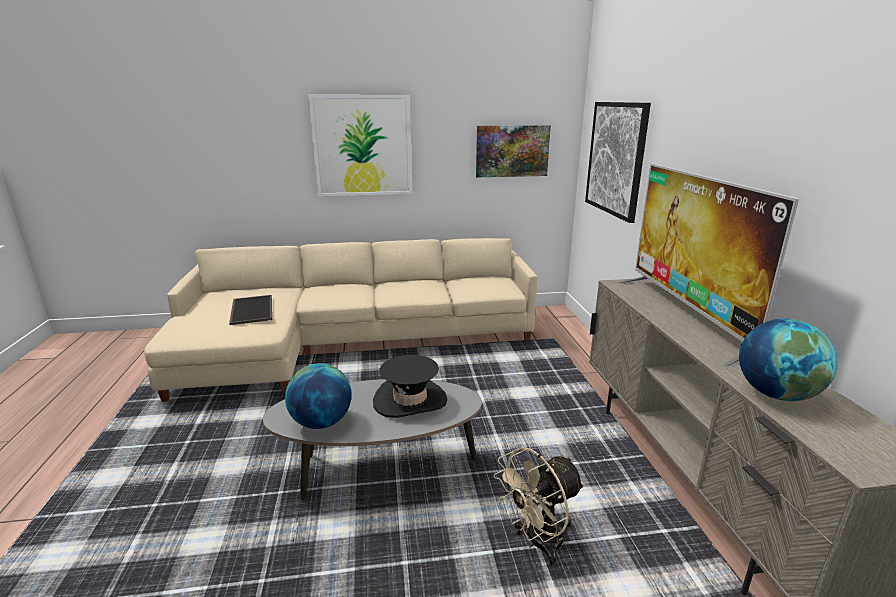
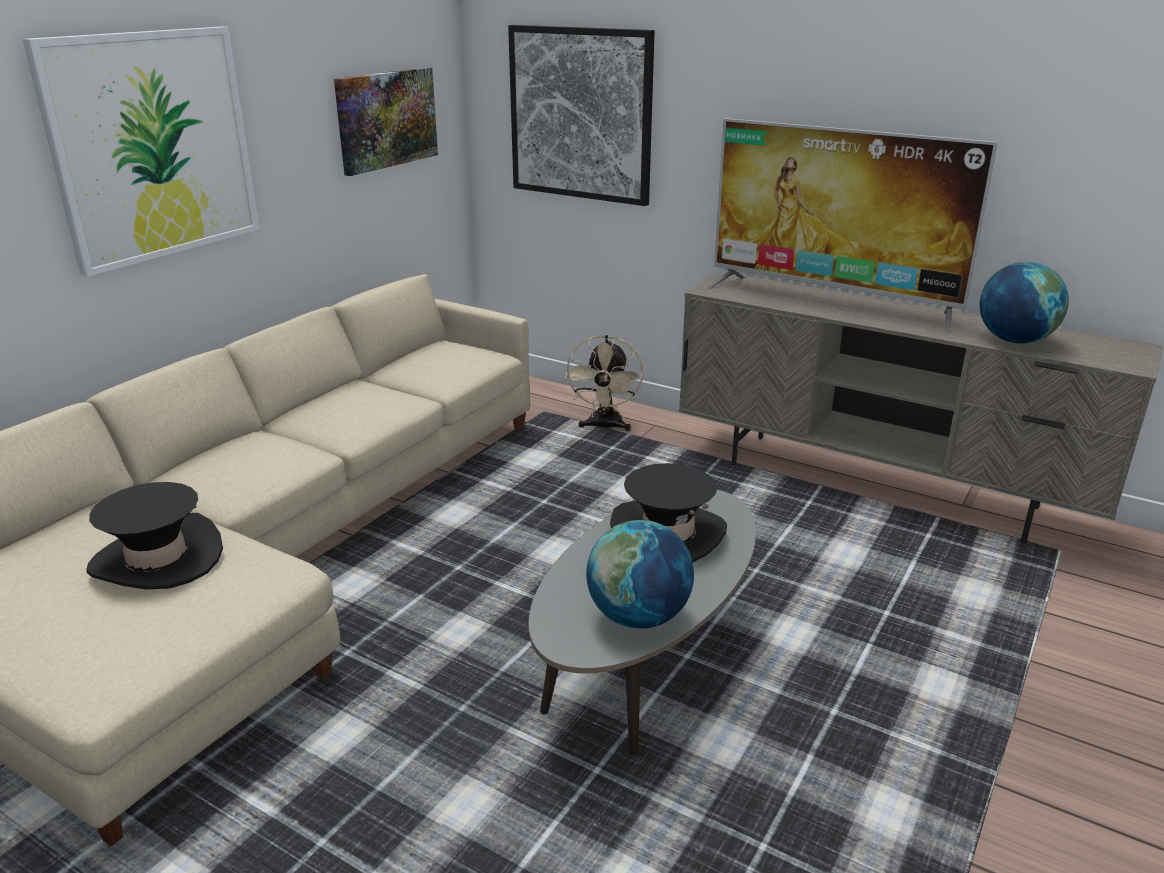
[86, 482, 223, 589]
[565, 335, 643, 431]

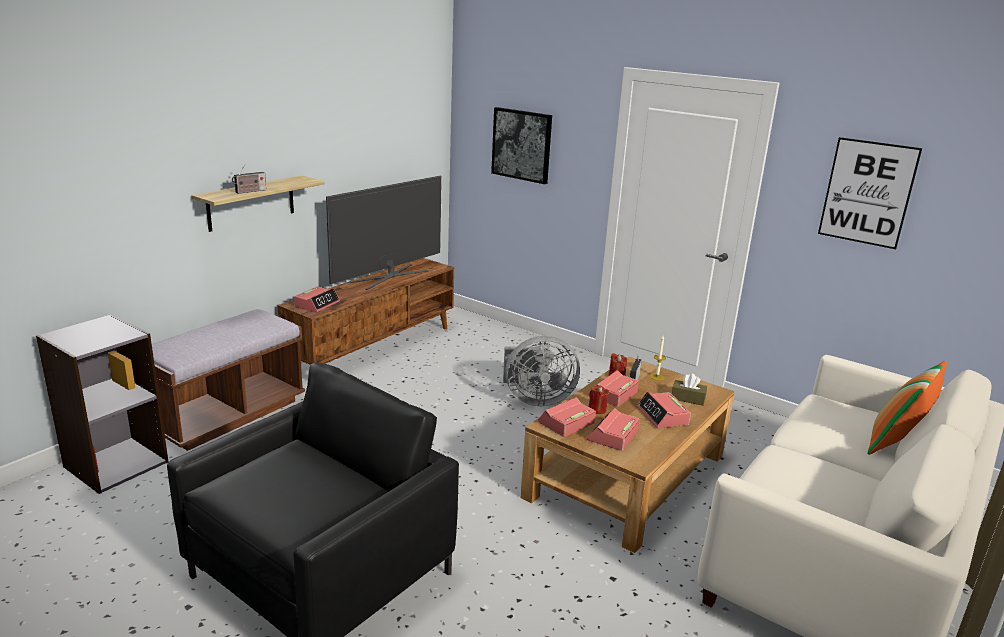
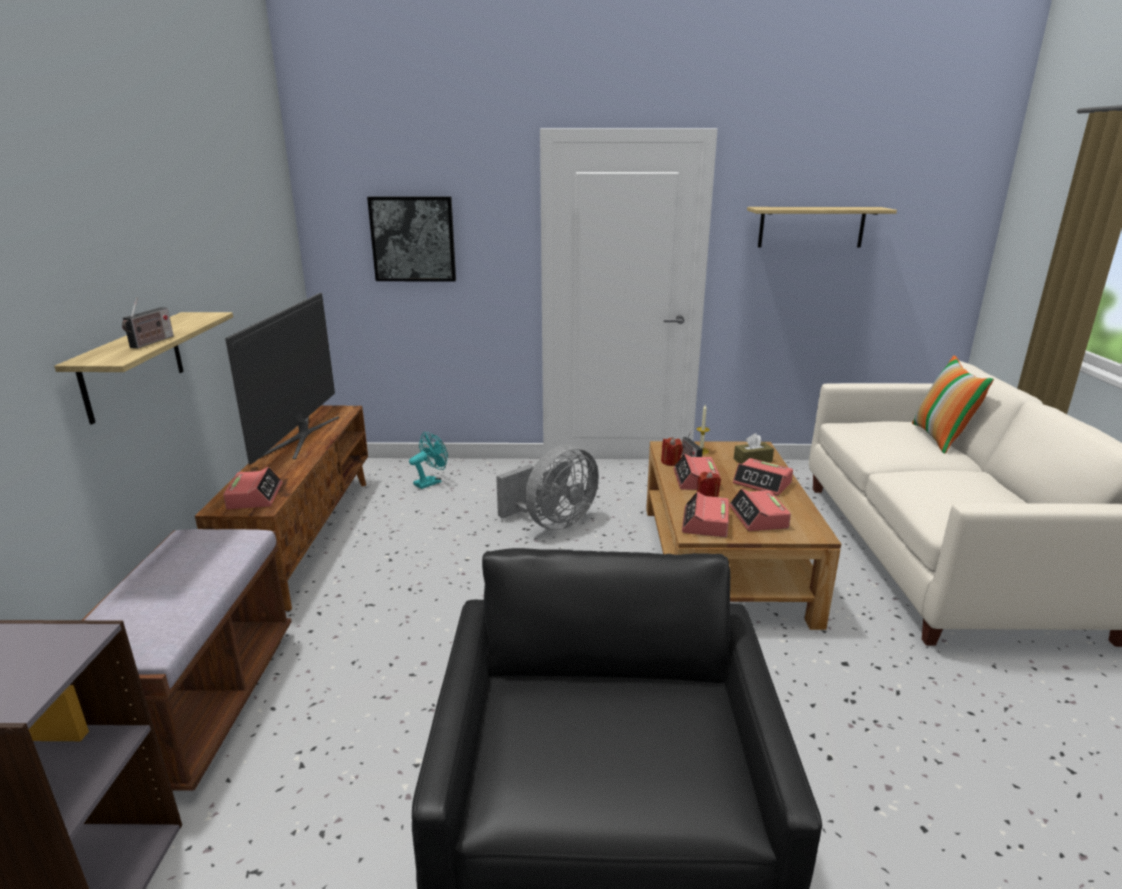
[747, 207, 897, 248]
[409, 432, 448, 489]

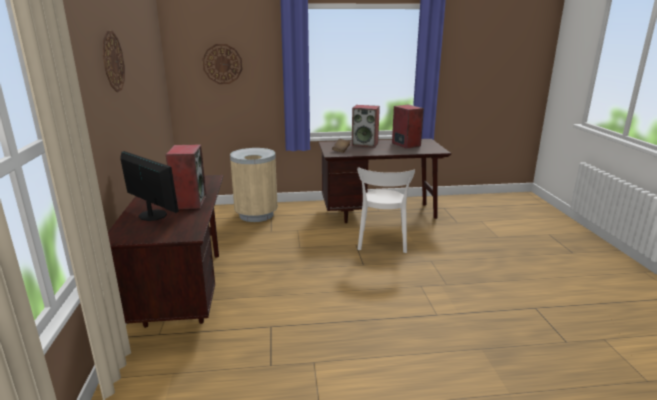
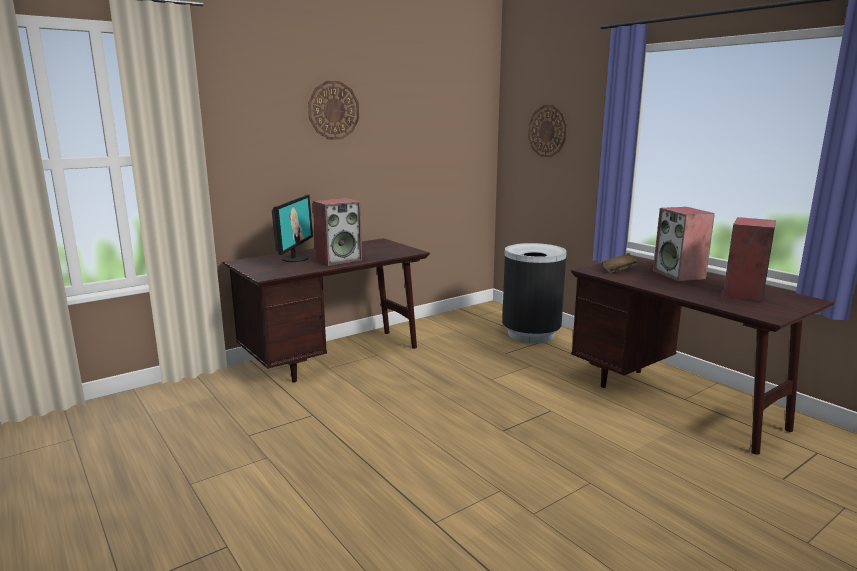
[502, 243, 567, 343]
[357, 167, 415, 253] (first image)

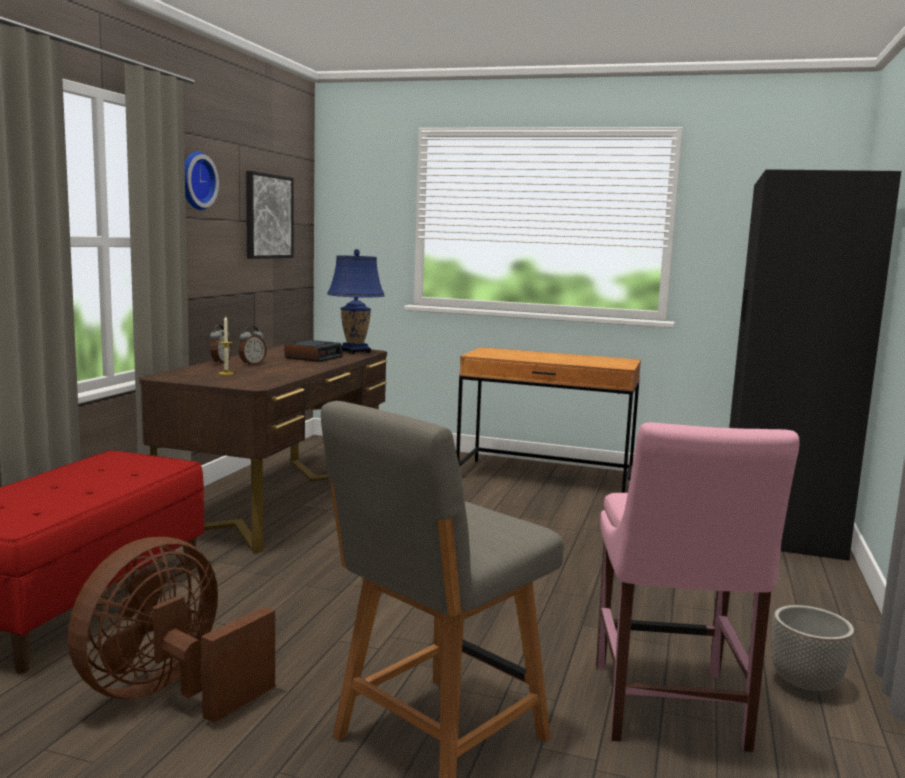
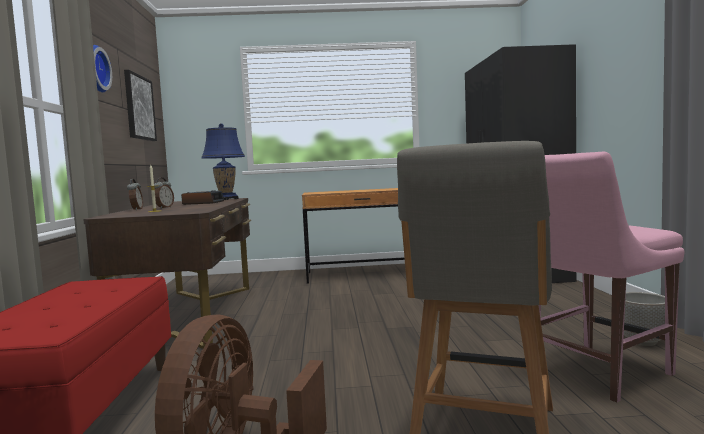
[538, 152, 684, 402]

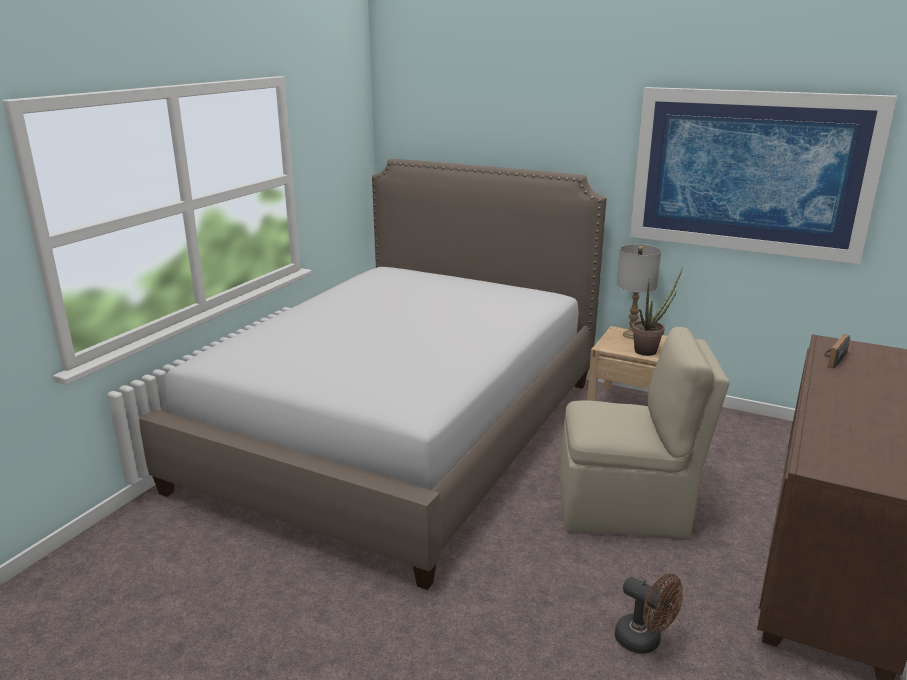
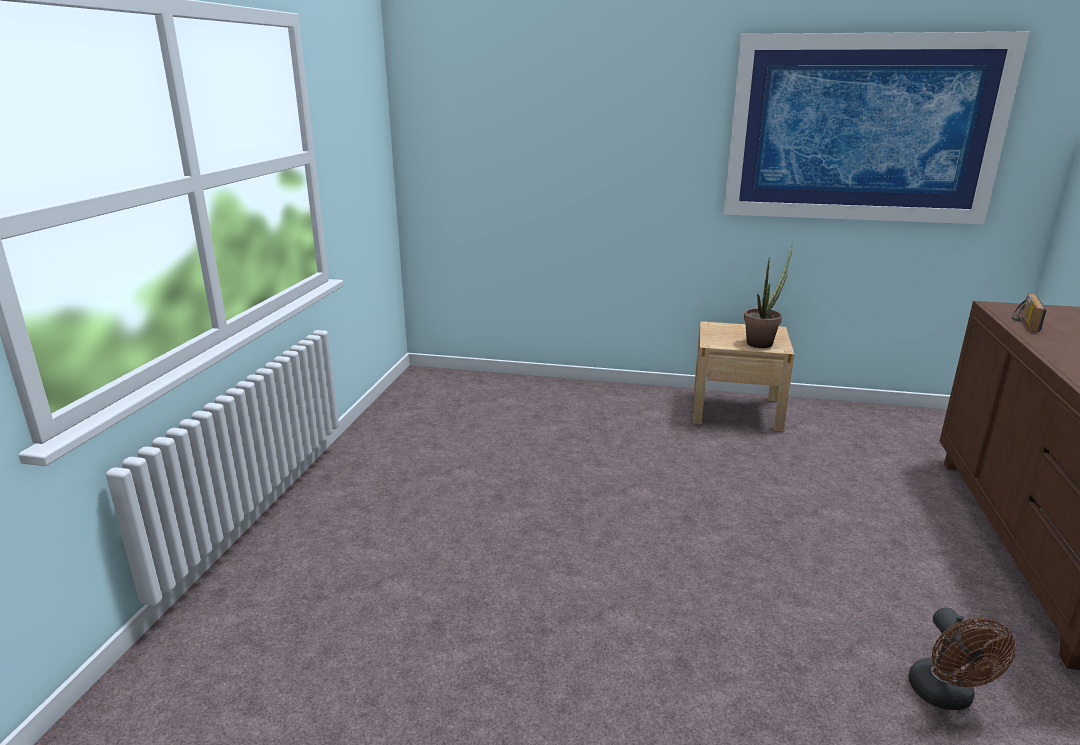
[139, 159, 607, 590] (first image)
[617, 244, 661, 339] (first image)
[560, 327, 730, 538] (first image)
[909, 607, 1016, 710]

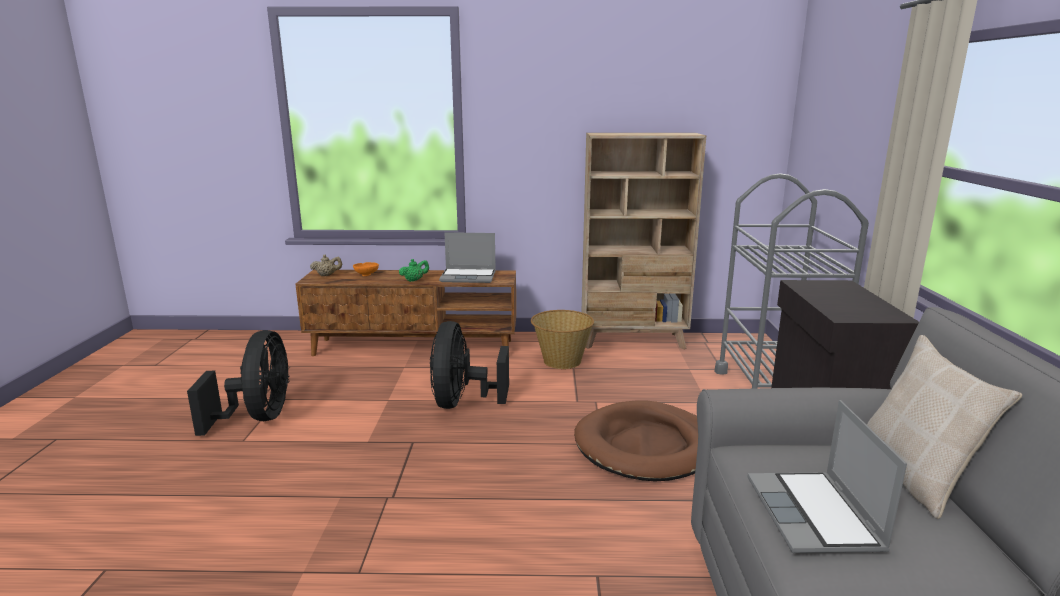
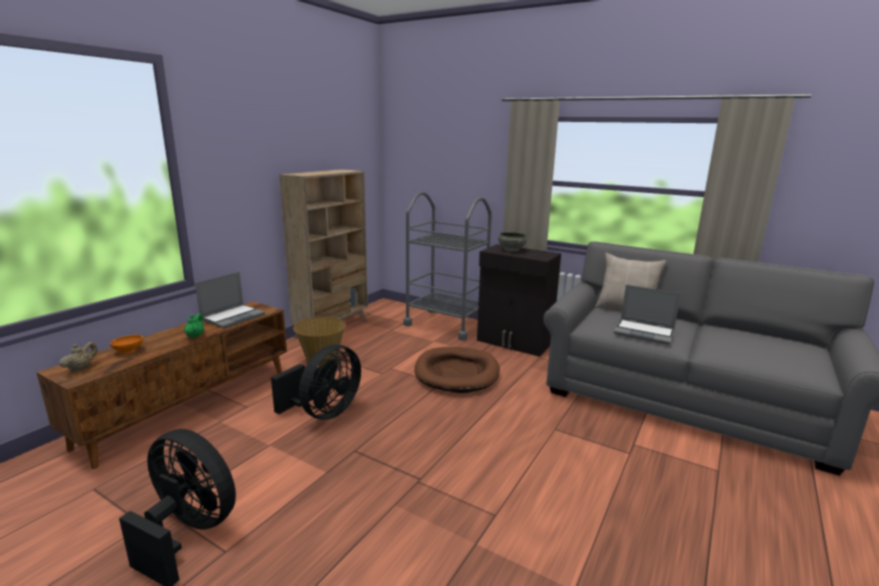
[271, 344, 361, 420]
[498, 232, 526, 252]

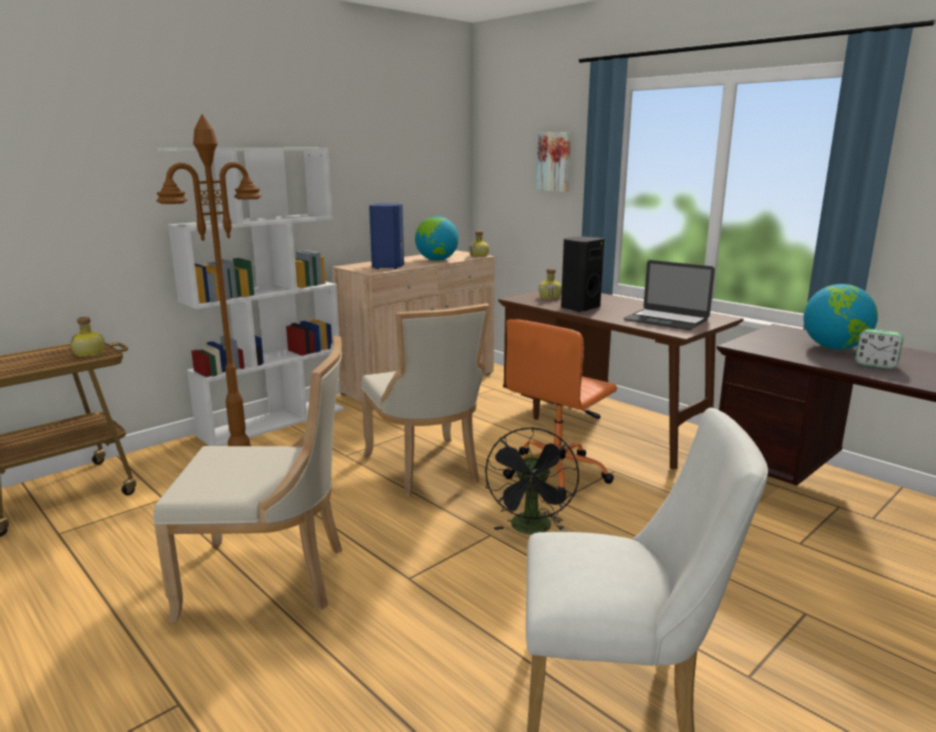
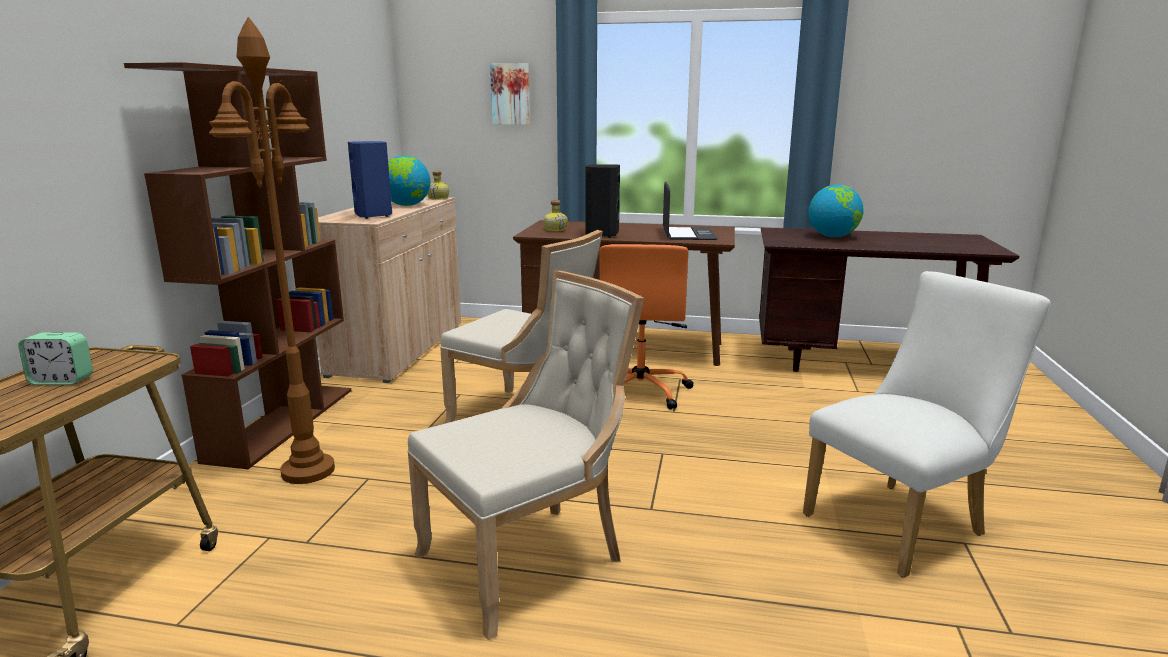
[124, 62, 351, 469]
[663, 182, 718, 240]
[70, 317, 105, 357] (first image)
[18, 332, 93, 385]
[485, 428, 579, 534] (first image)

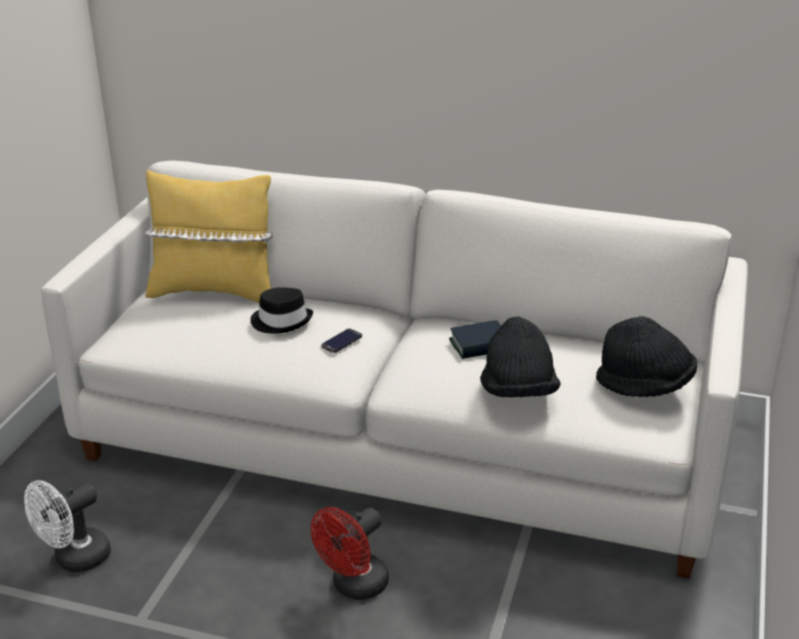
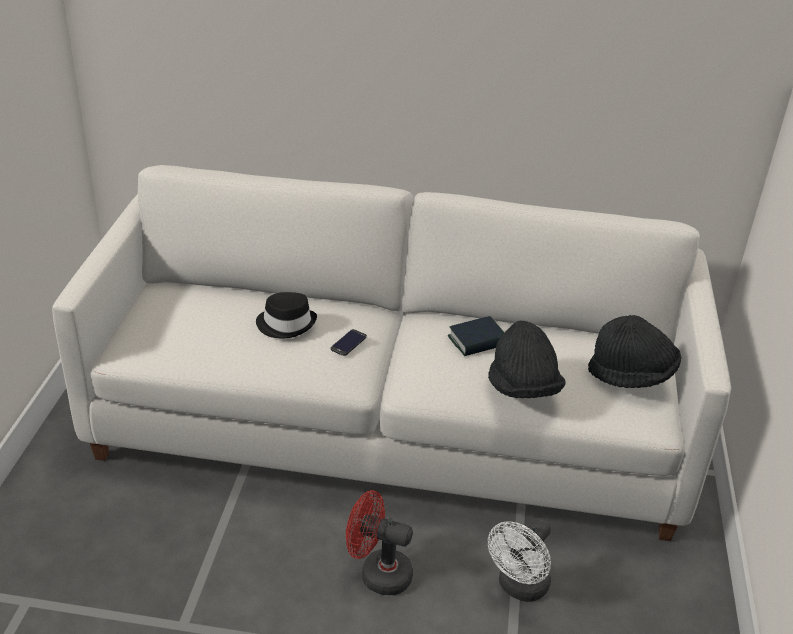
[145, 170, 273, 303] (first image)
[488, 518, 551, 602]
[346, 490, 413, 595]

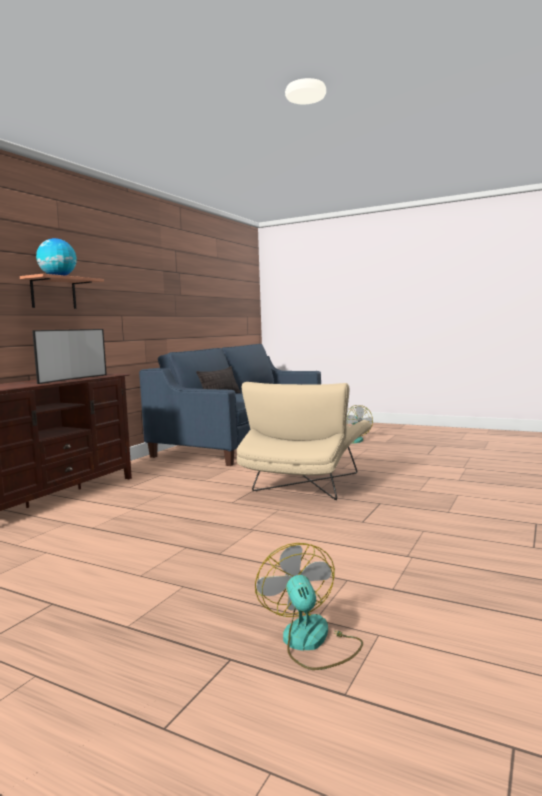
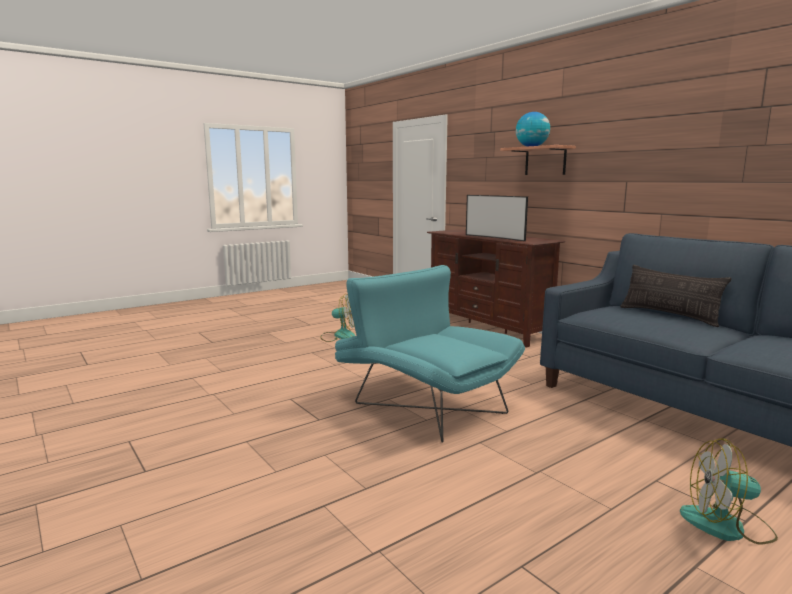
[335, 265, 525, 443]
[320, 294, 355, 342]

